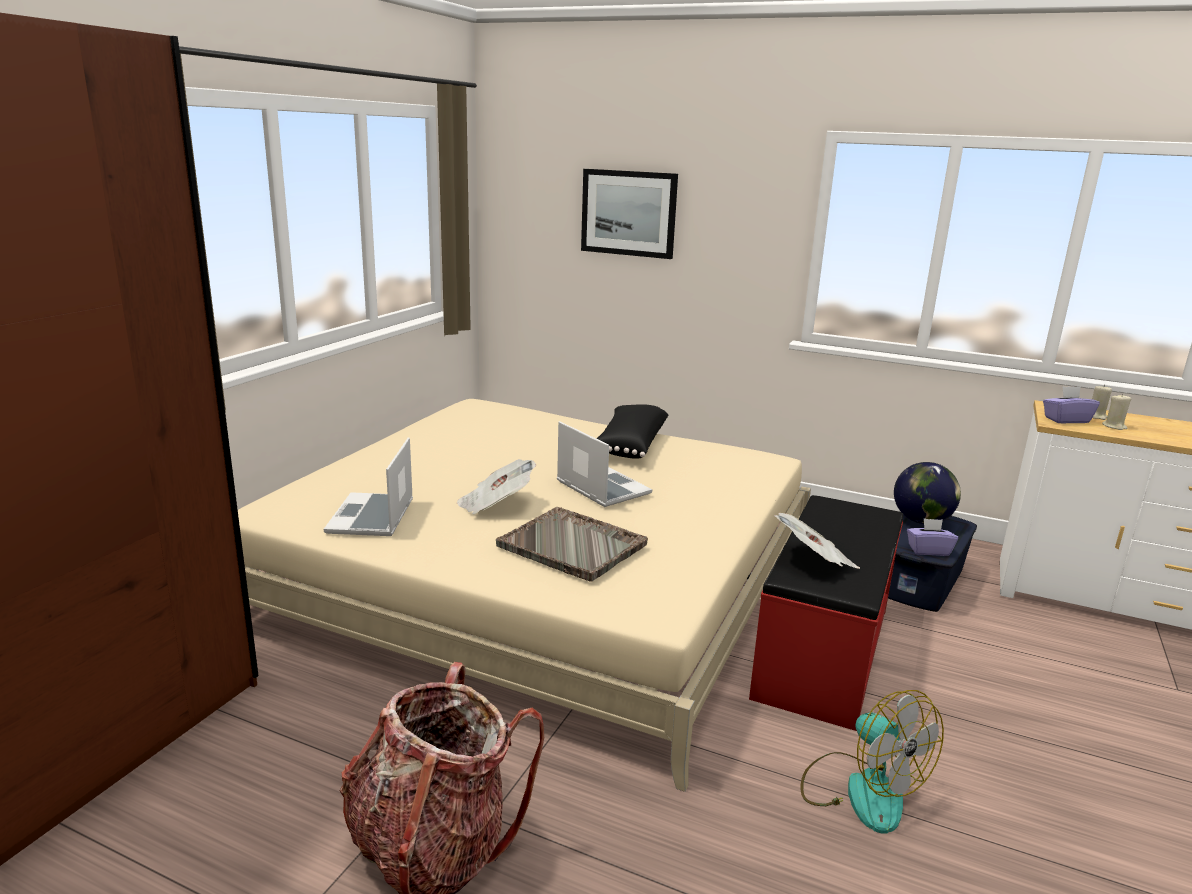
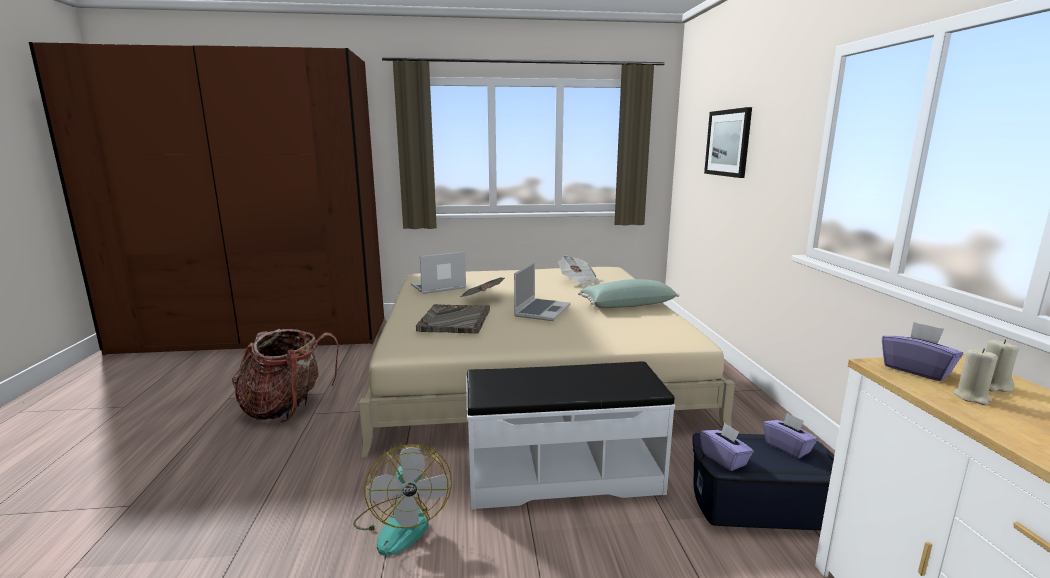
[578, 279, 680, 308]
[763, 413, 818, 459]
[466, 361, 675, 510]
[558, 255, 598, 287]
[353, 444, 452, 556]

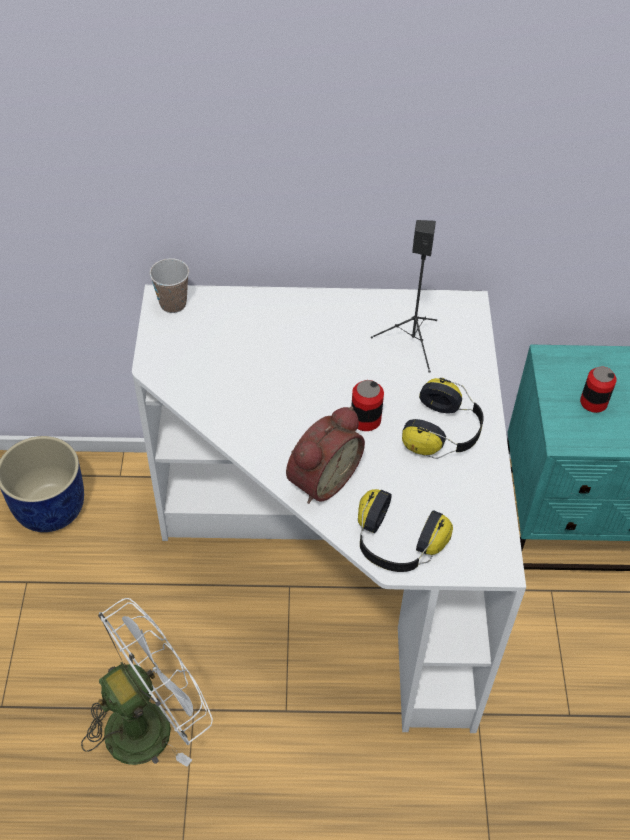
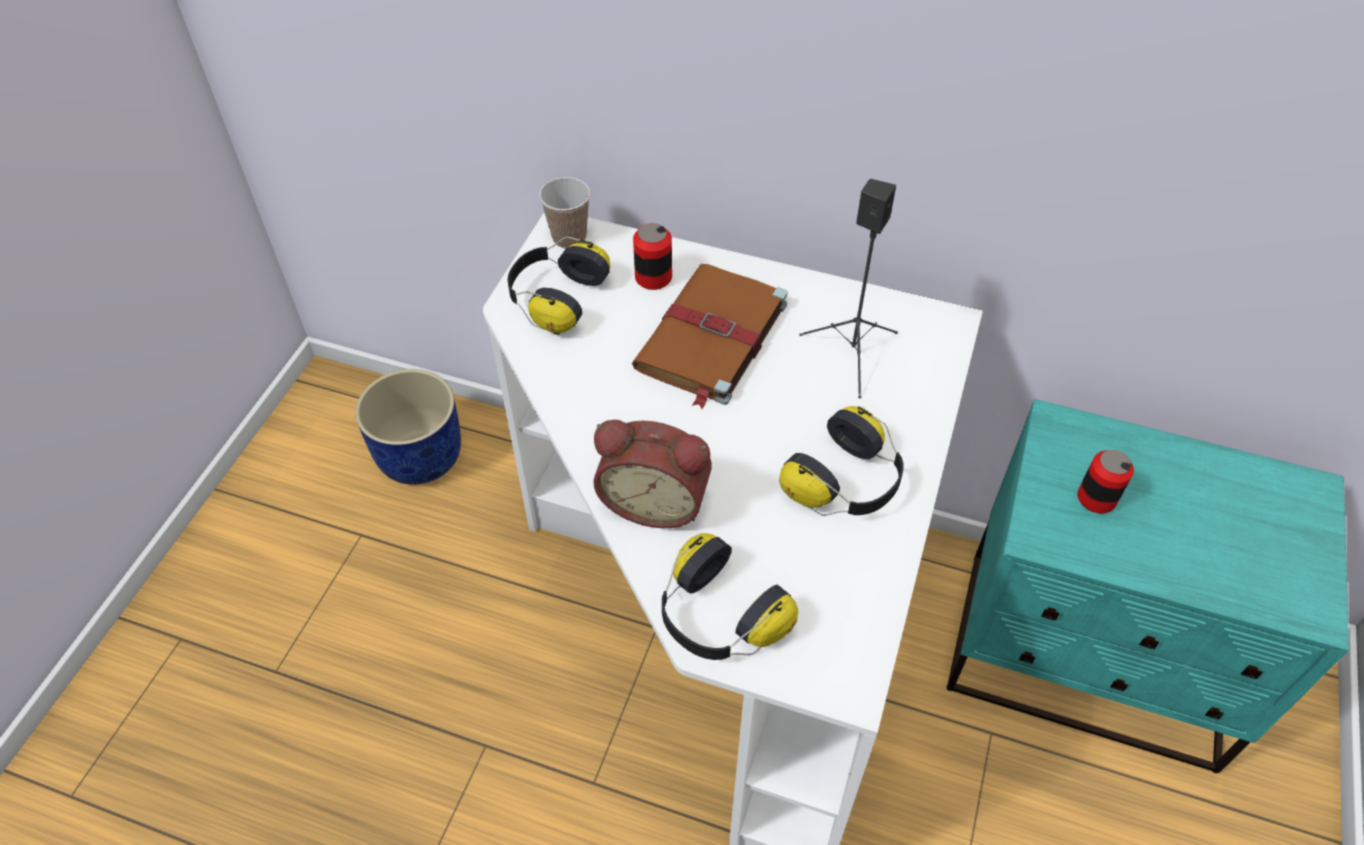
[633, 223, 672, 290]
[593, 420, 712, 528]
[81, 598, 213, 767] (first image)
[507, 237, 610, 334]
[632, 264, 788, 409]

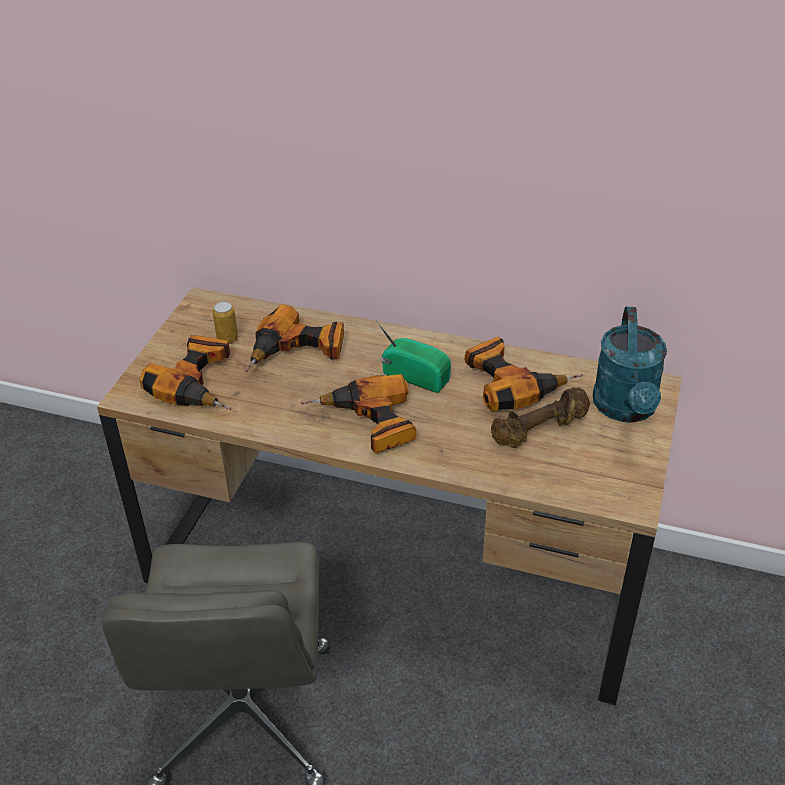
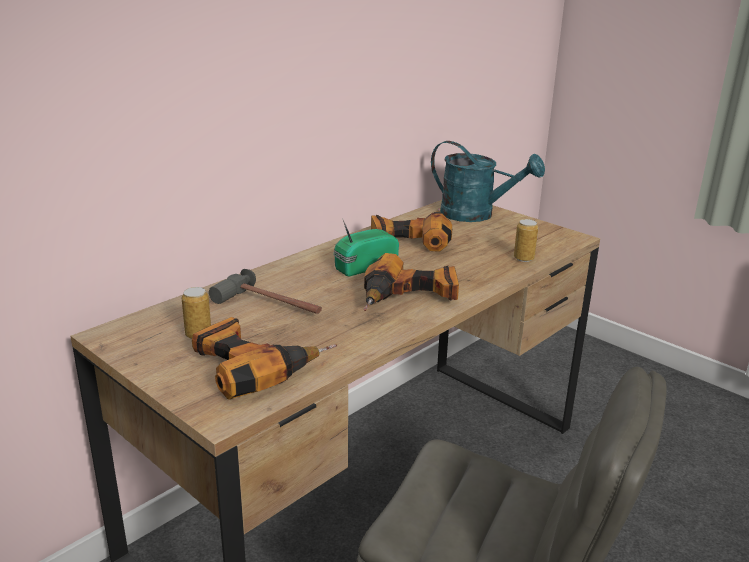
[209, 269, 322, 314]
[491, 387, 590, 448] (first image)
[514, 219, 538, 262]

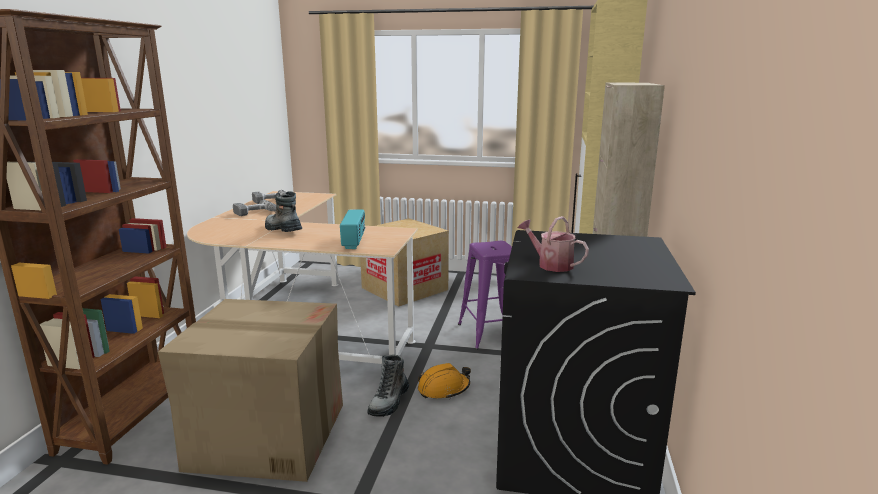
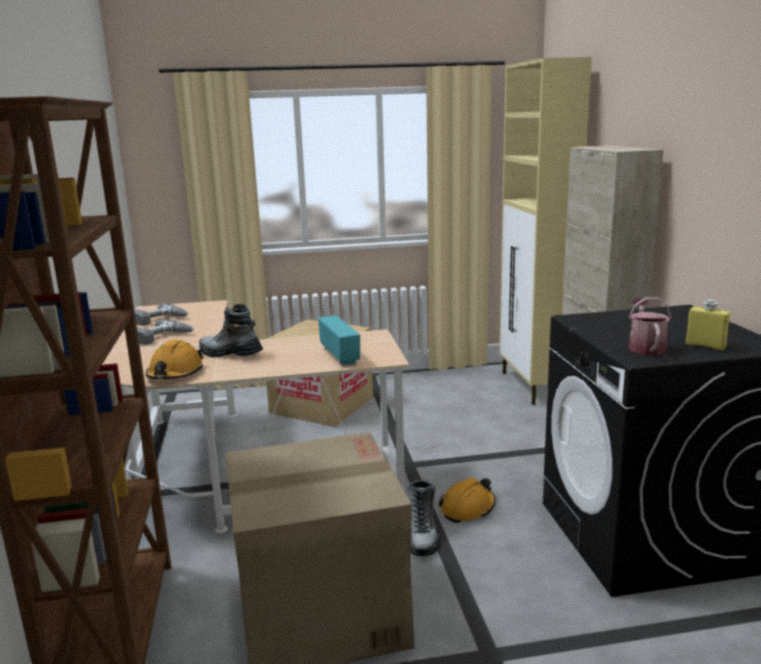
[628, 297, 672, 355]
[458, 241, 512, 350] (first image)
[686, 299, 730, 351]
[146, 340, 204, 379]

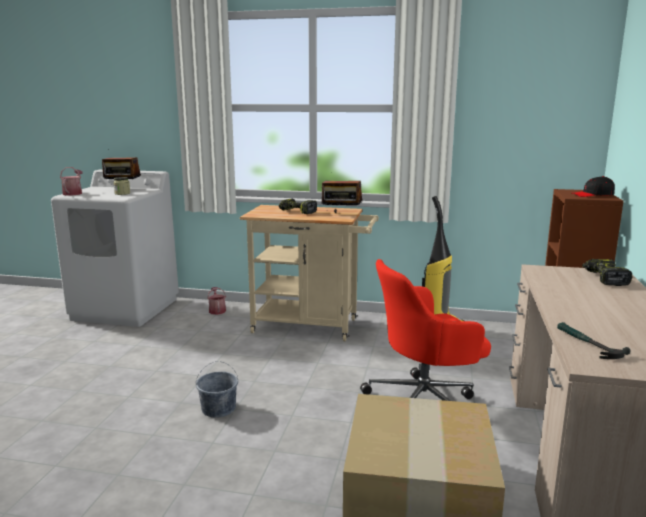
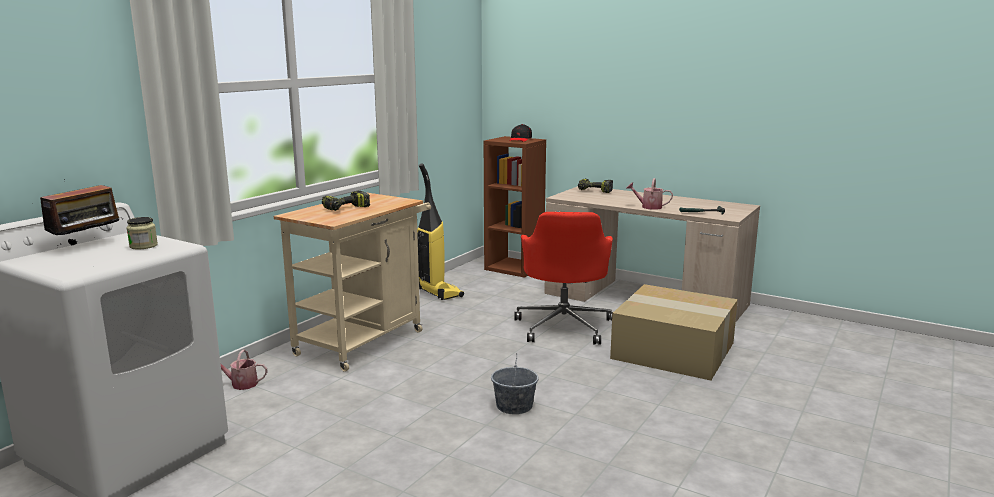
[626, 178, 673, 210]
[321, 172, 363, 213] (first image)

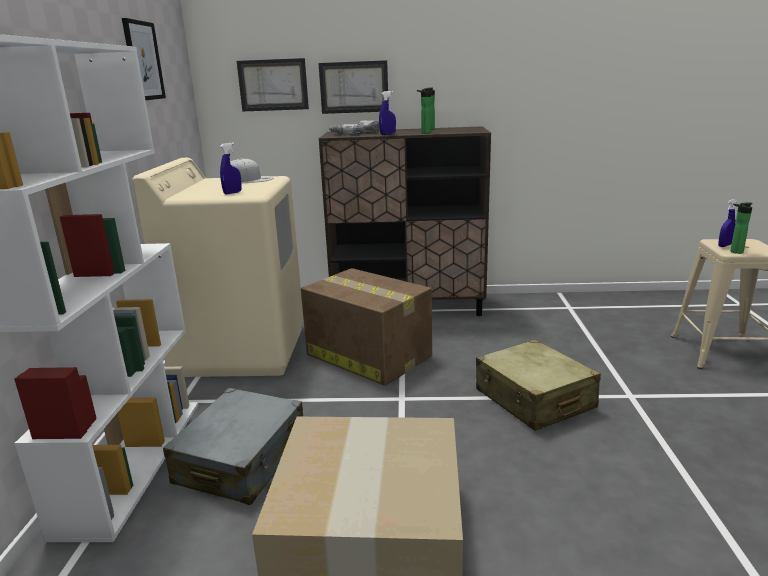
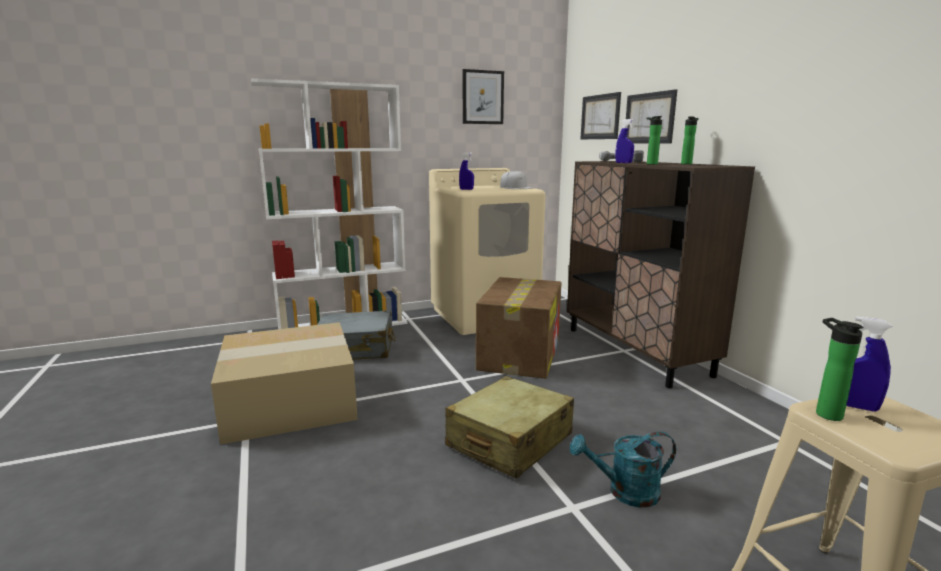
[570, 432, 676, 508]

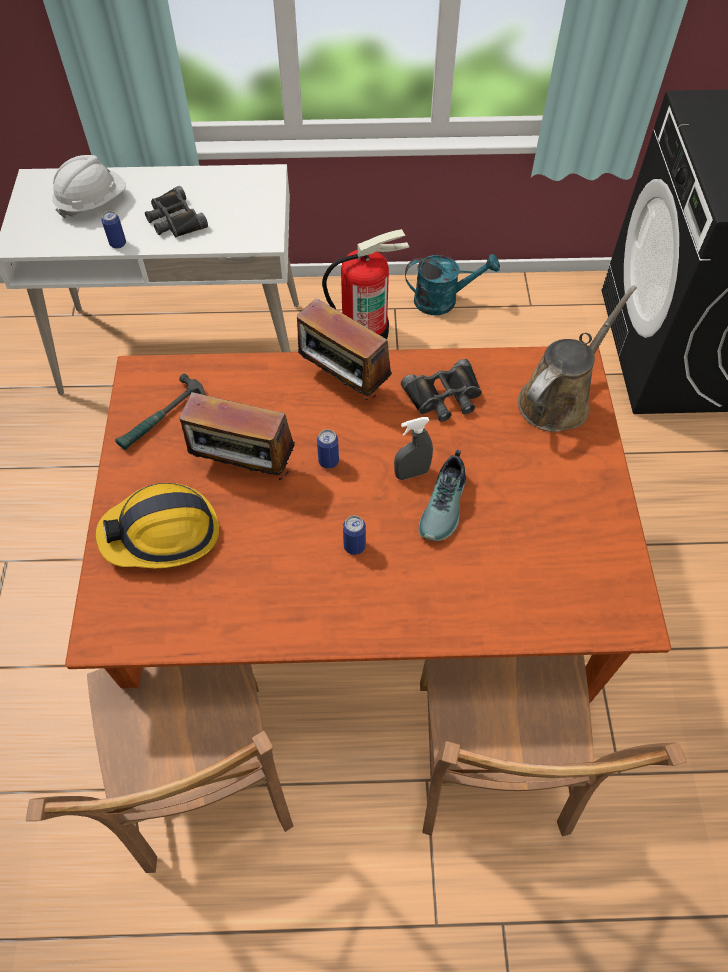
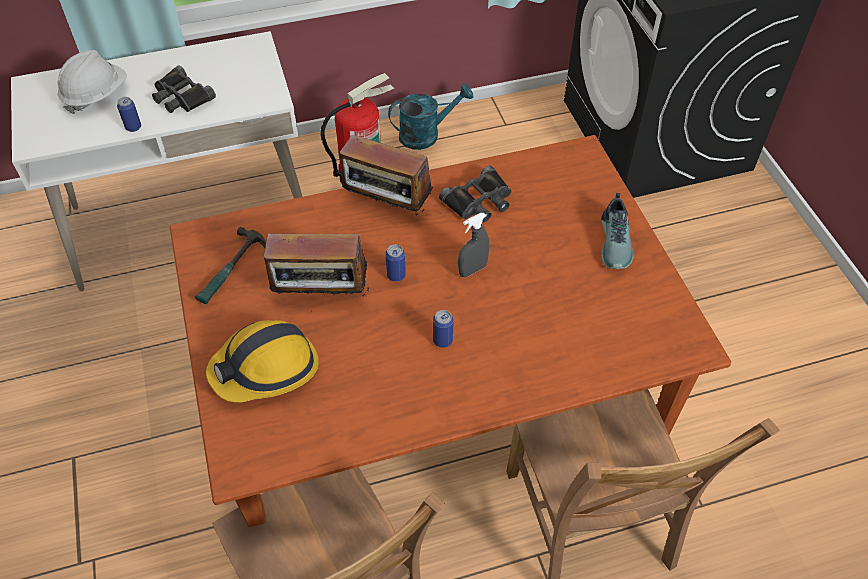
[518, 285, 637, 432] (first image)
[601, 193, 634, 269]

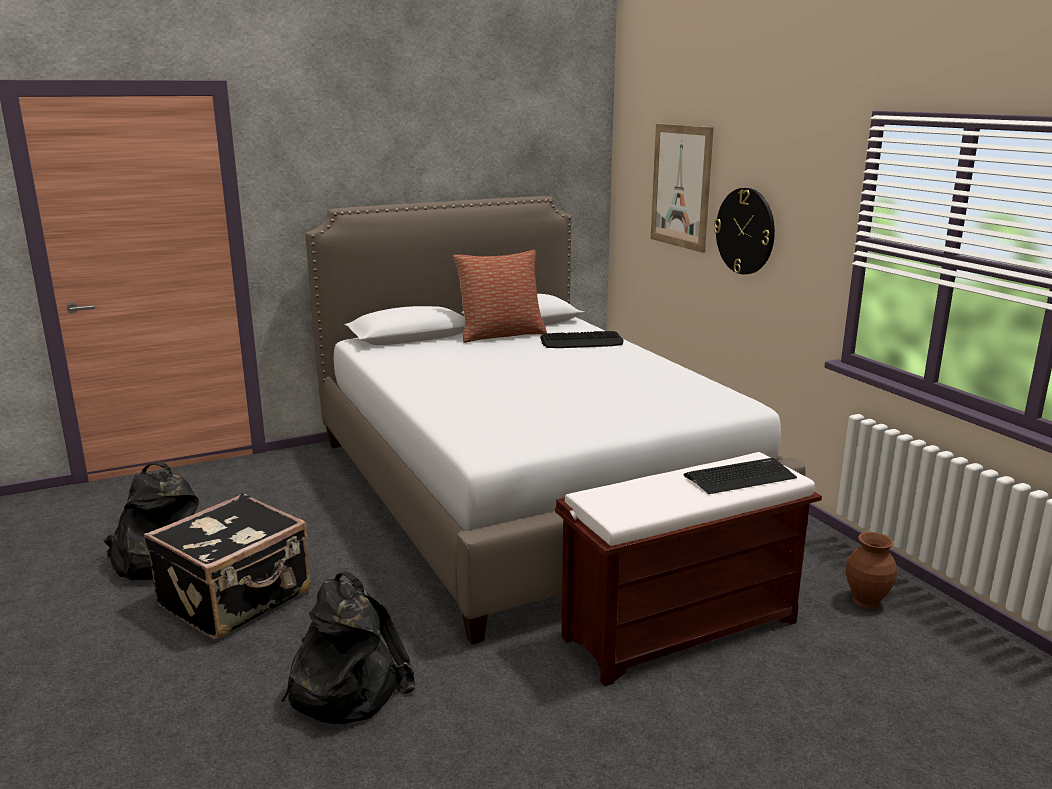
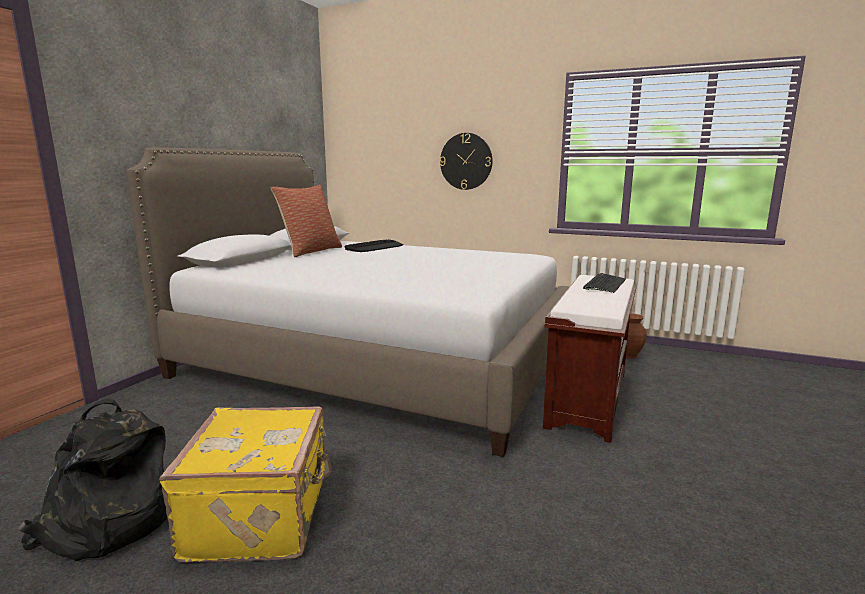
[651, 124, 714, 253] (first image)
[159, 406, 332, 563]
[281, 572, 415, 724] (first image)

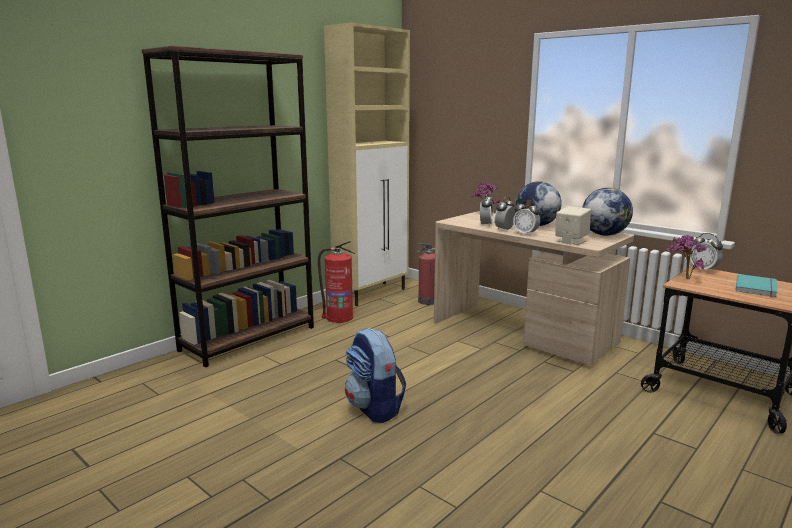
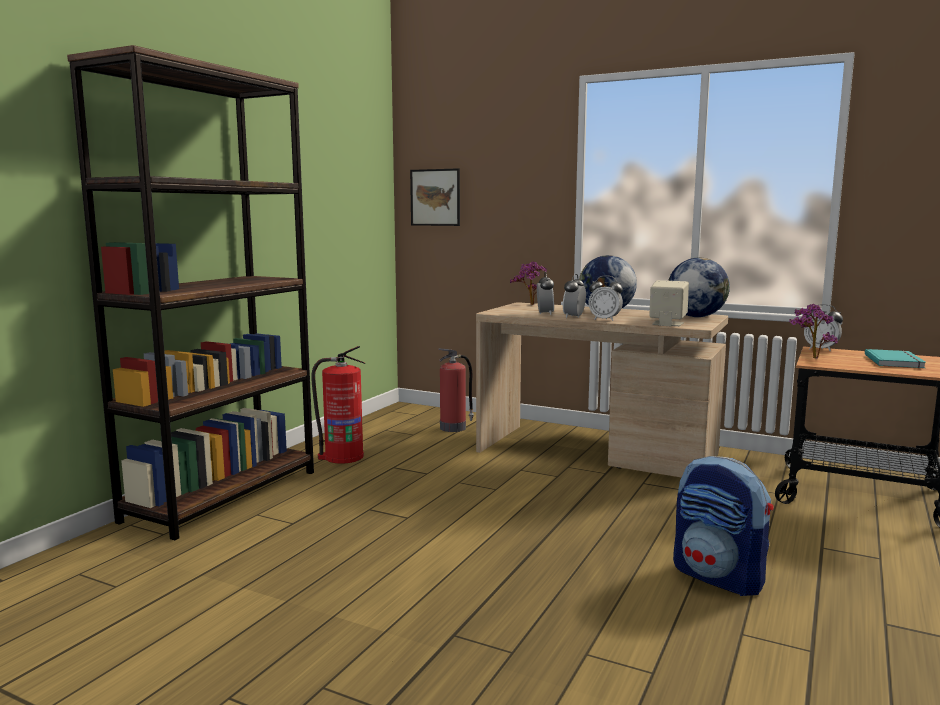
[324, 22, 410, 306] (first image)
[673, 456, 773, 596]
[410, 168, 460, 226]

